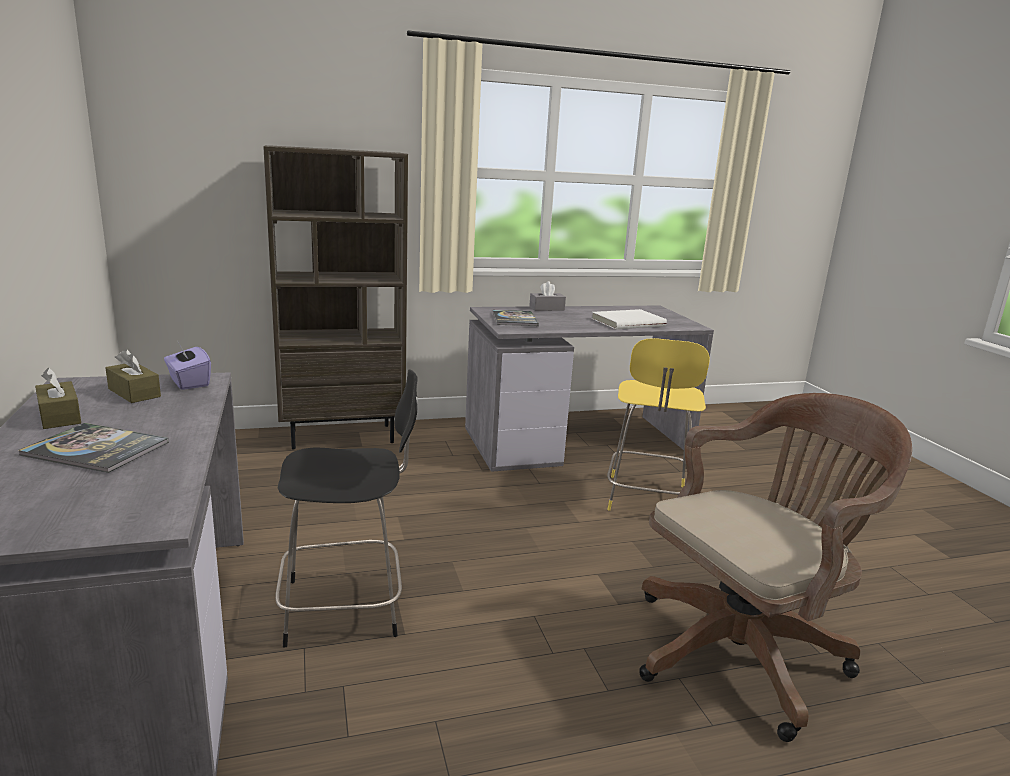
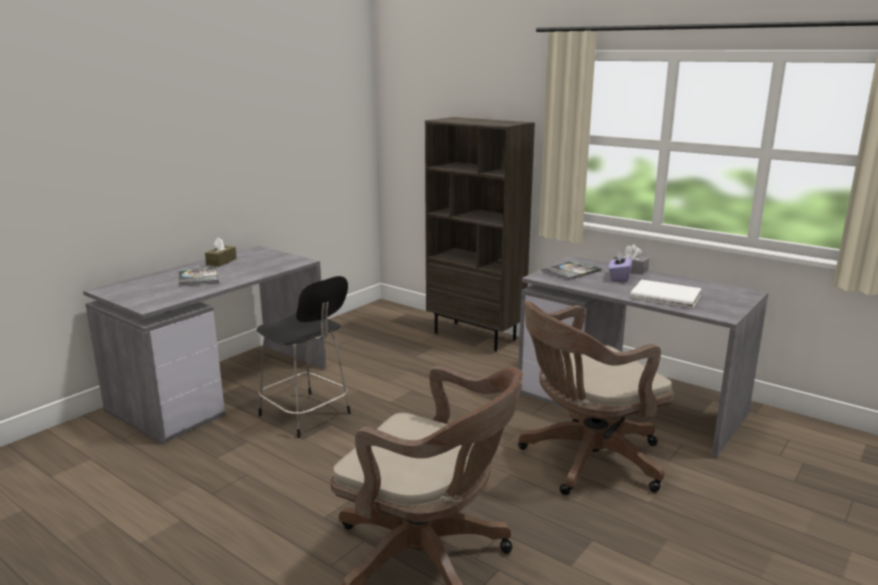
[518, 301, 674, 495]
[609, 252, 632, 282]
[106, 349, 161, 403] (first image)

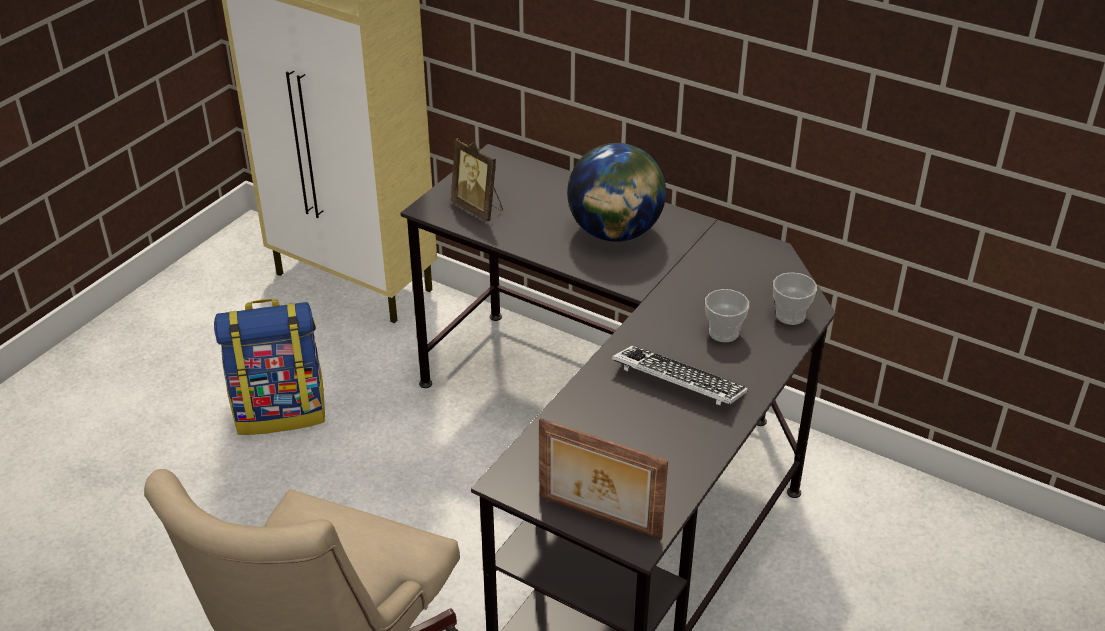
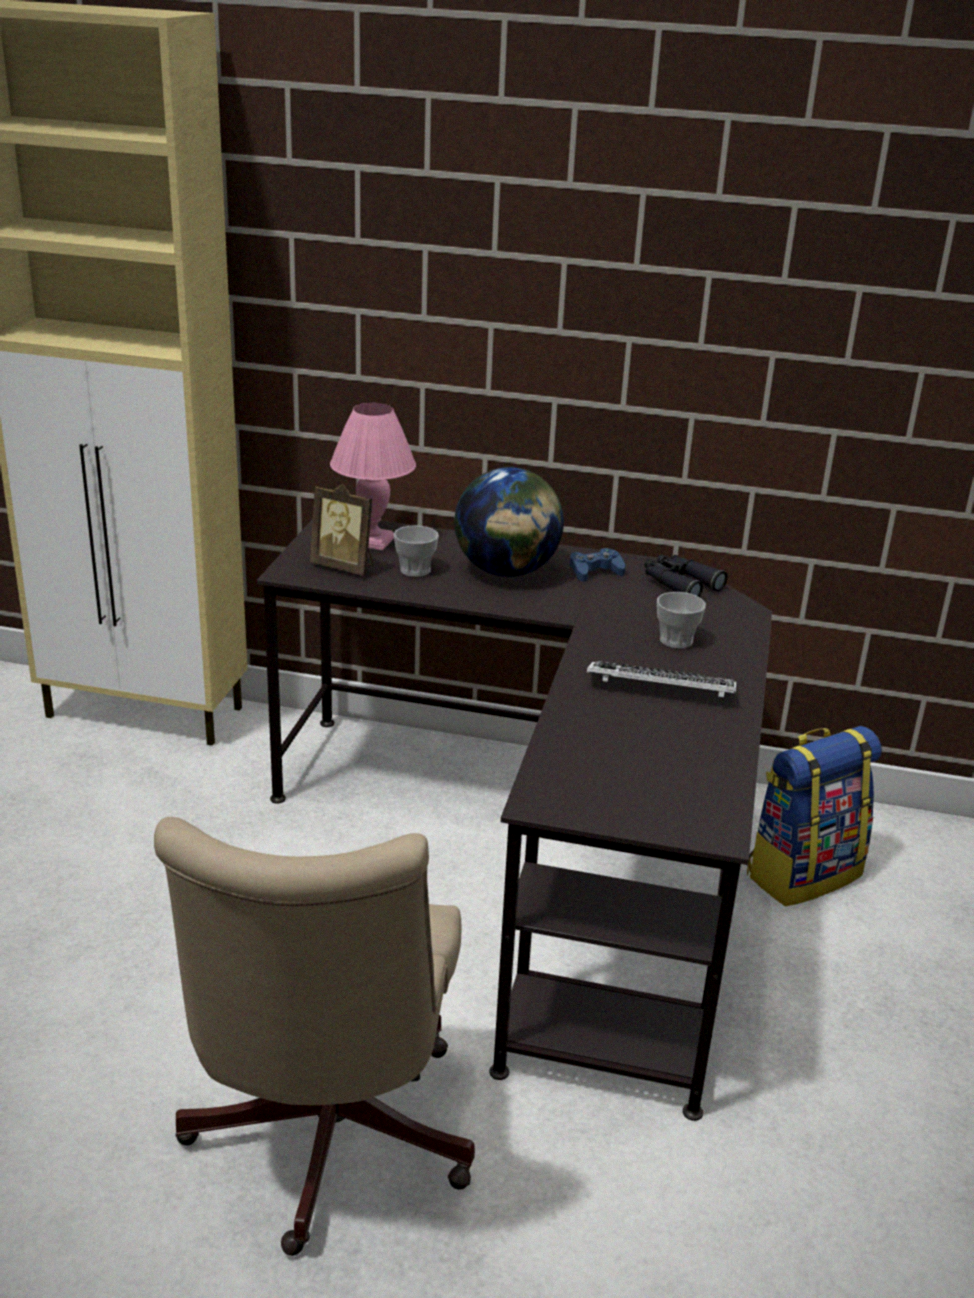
[394, 526, 439, 577]
[747, 726, 882, 906]
[539, 418, 668, 540] (first image)
[330, 403, 416, 550]
[570, 548, 625, 582]
[644, 554, 728, 597]

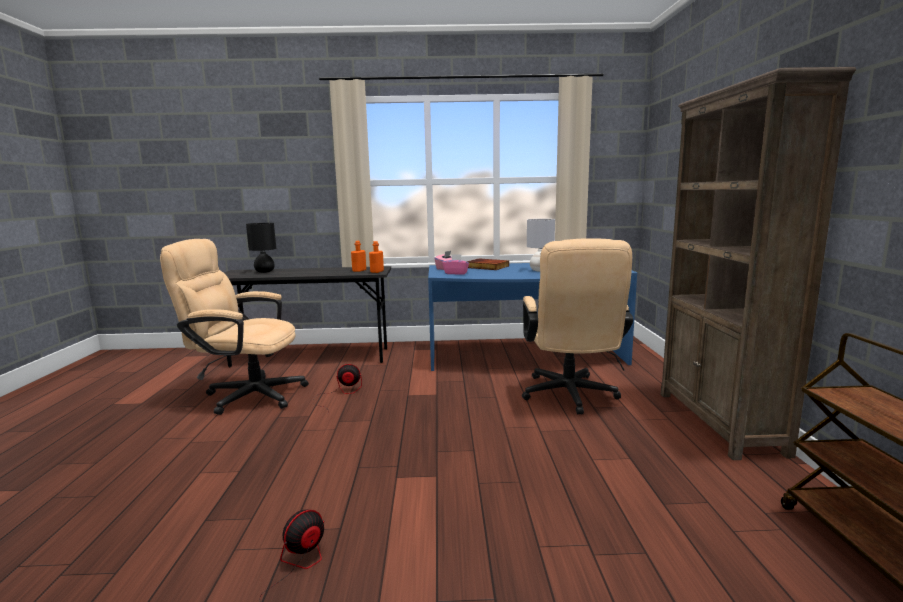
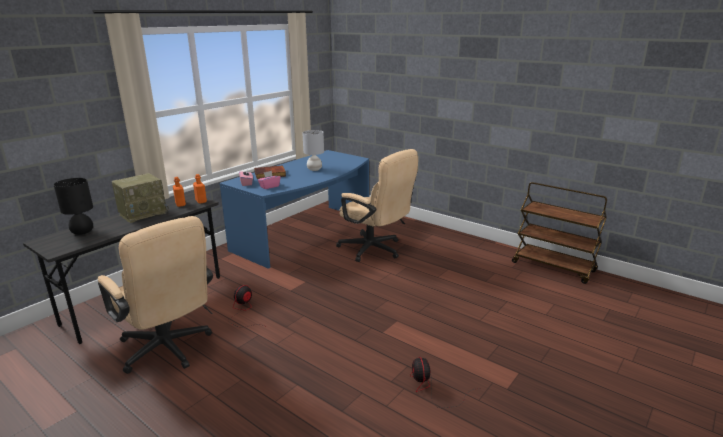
[661, 67, 856, 460] (first image)
[98, 216, 213, 374]
[112, 173, 169, 223]

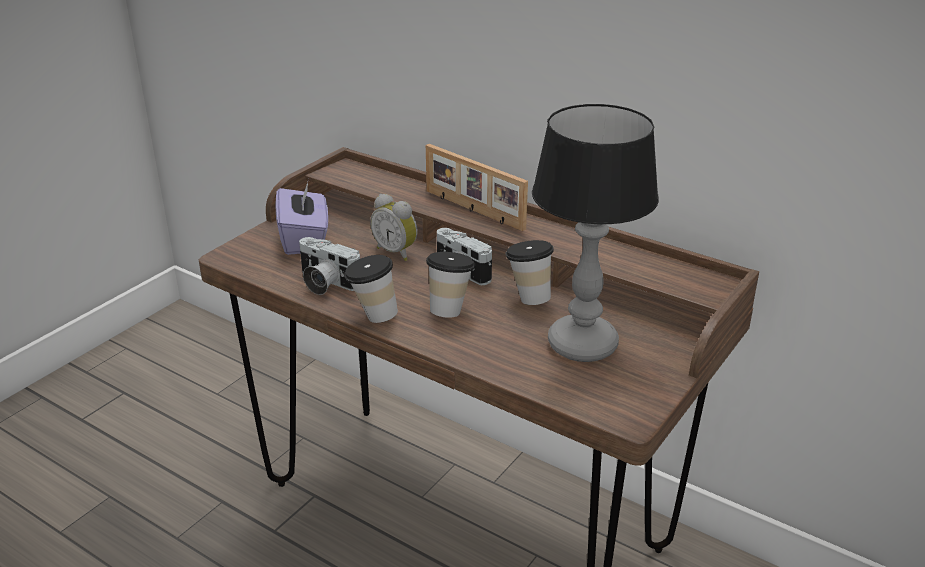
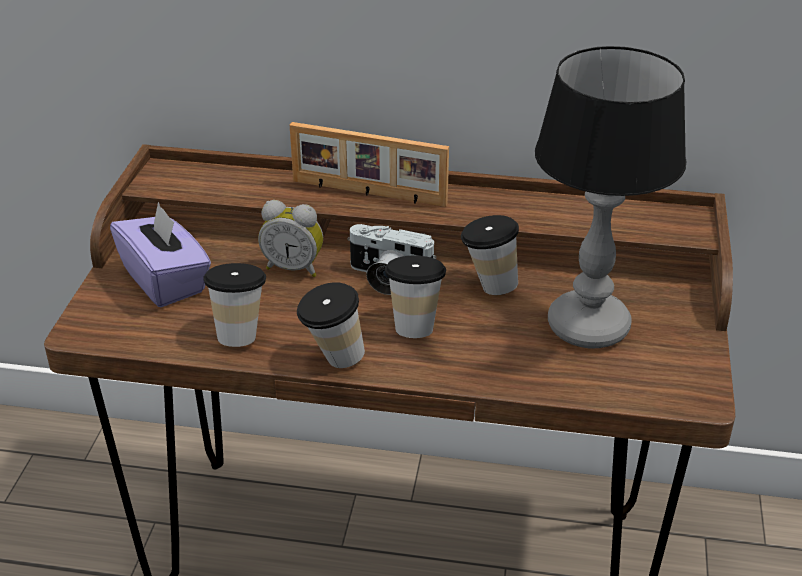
[203, 263, 266, 347]

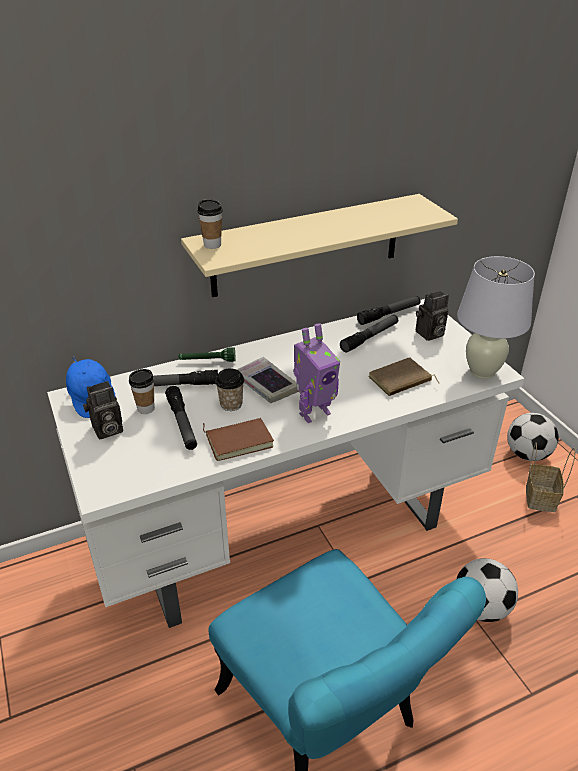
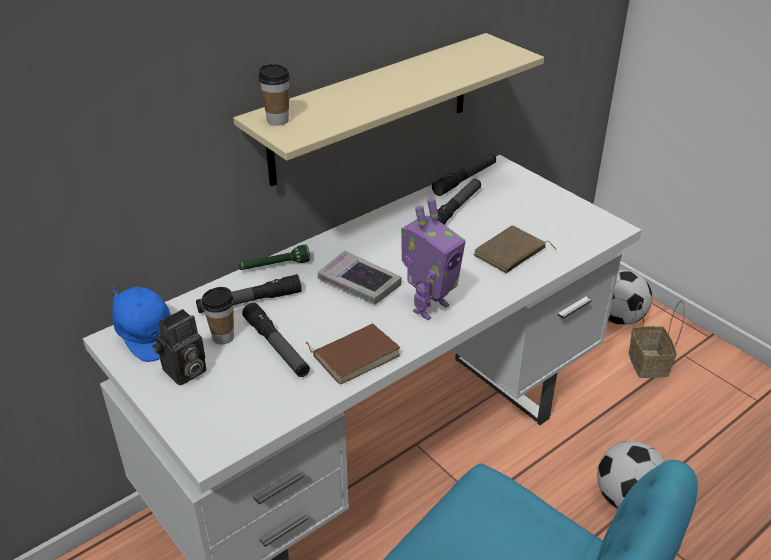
[457, 256, 535, 379] (first image)
[416, 291, 449, 341] (first image)
[215, 368, 244, 411] (first image)

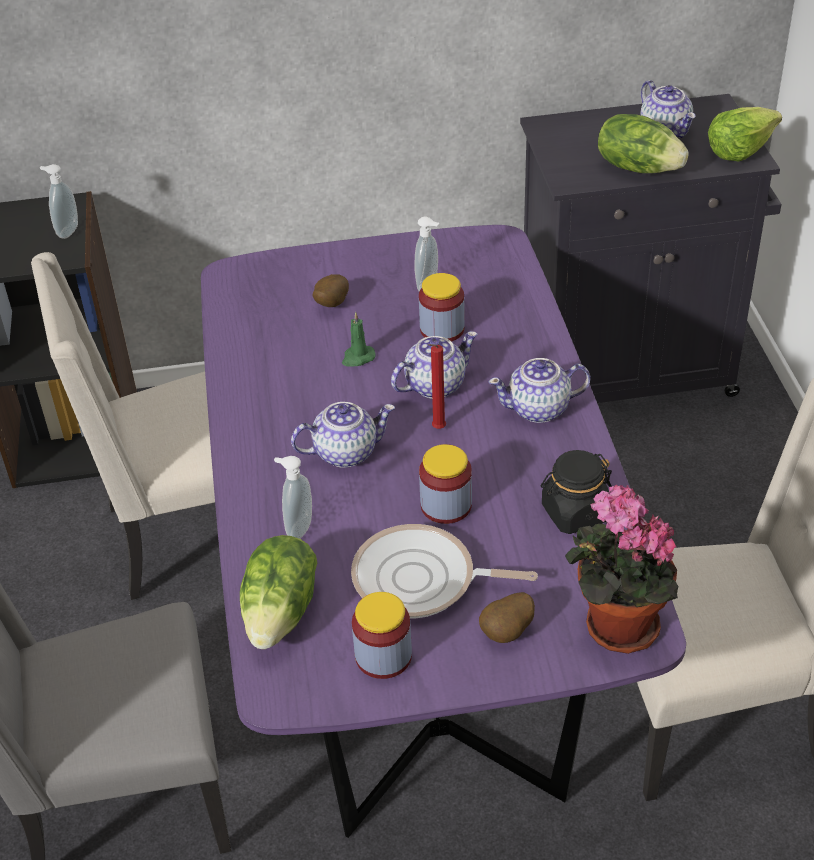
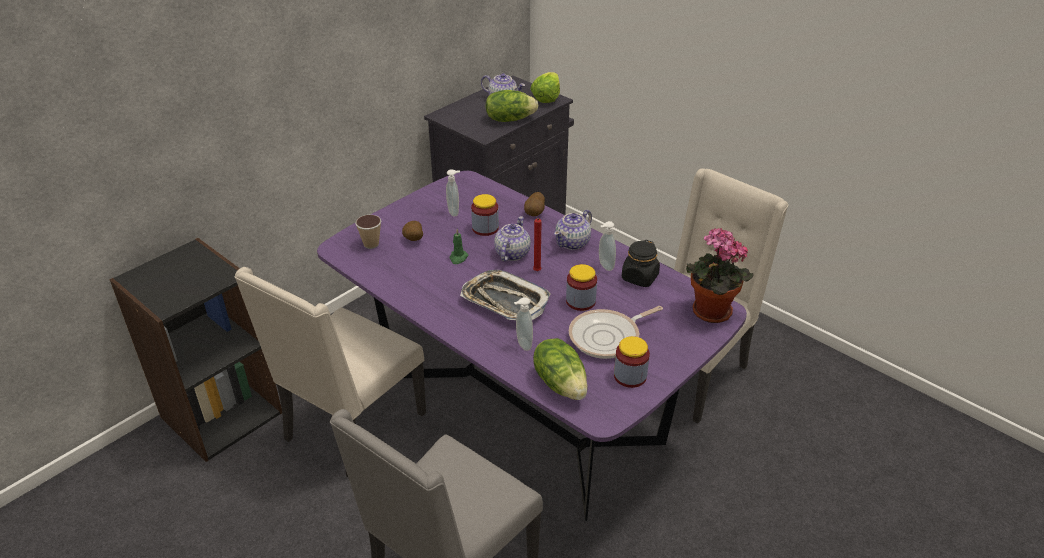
[599, 221, 616, 271]
[460, 270, 551, 320]
[524, 192, 545, 216]
[355, 215, 381, 249]

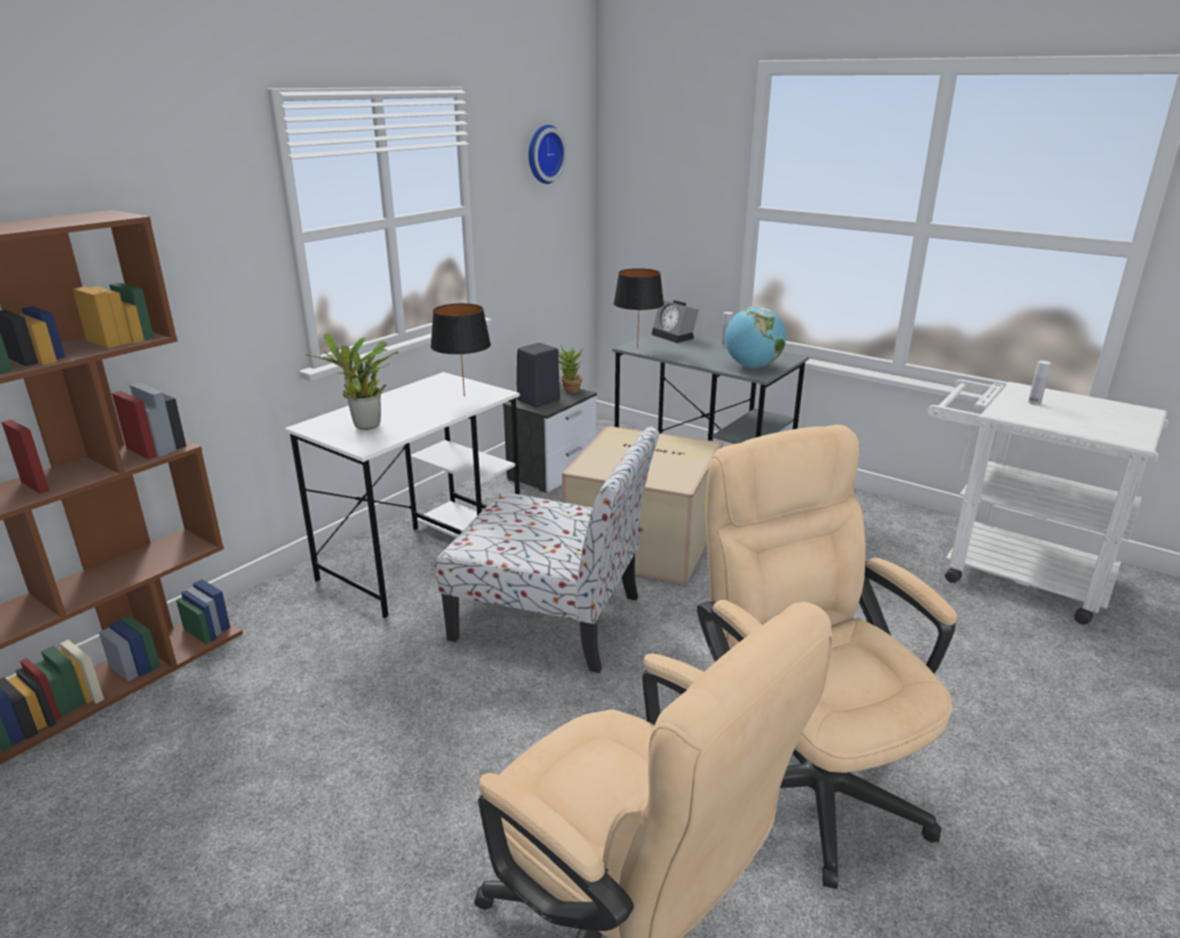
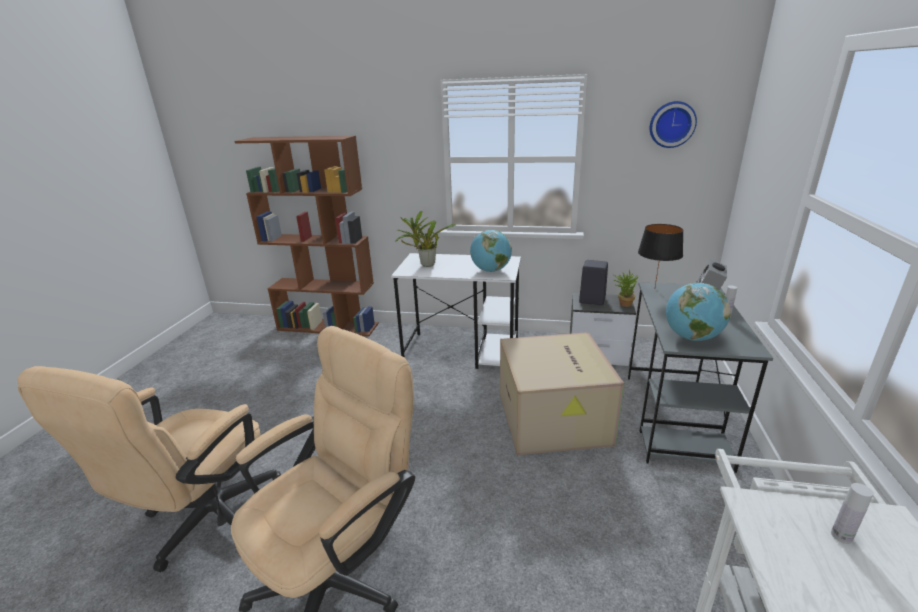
[470, 230, 512, 272]
[435, 426, 659, 673] (first image)

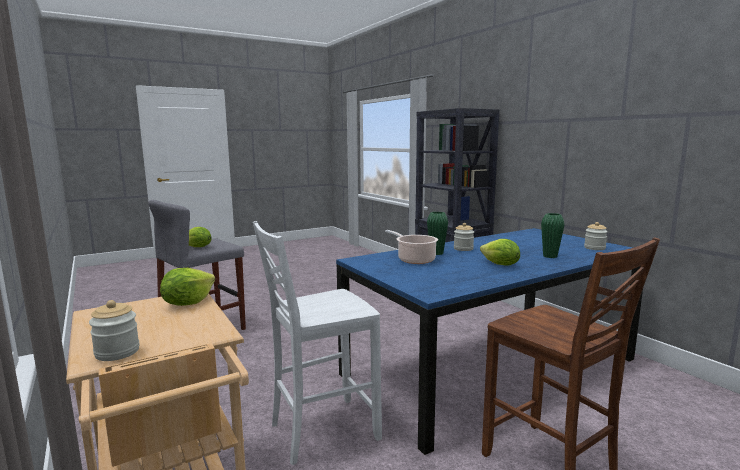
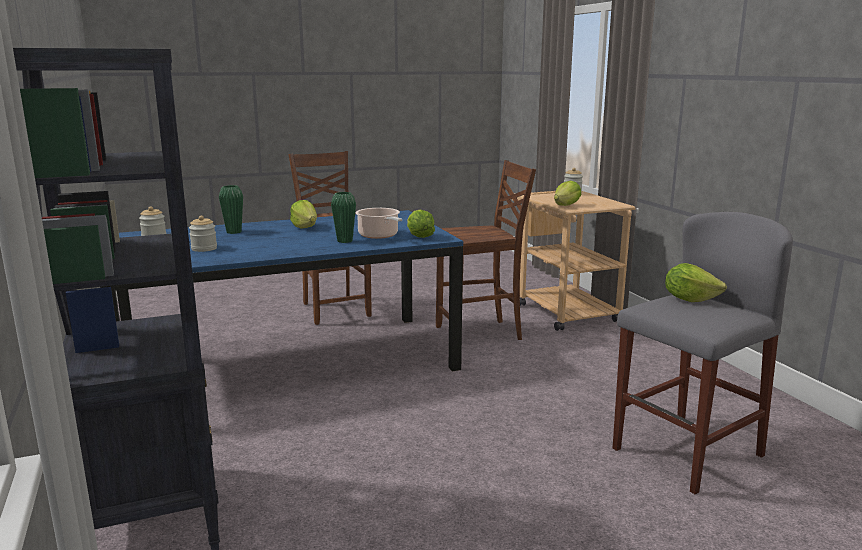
[436, 160, 536, 340]
[189, 216, 217, 252]
[407, 210, 435, 238]

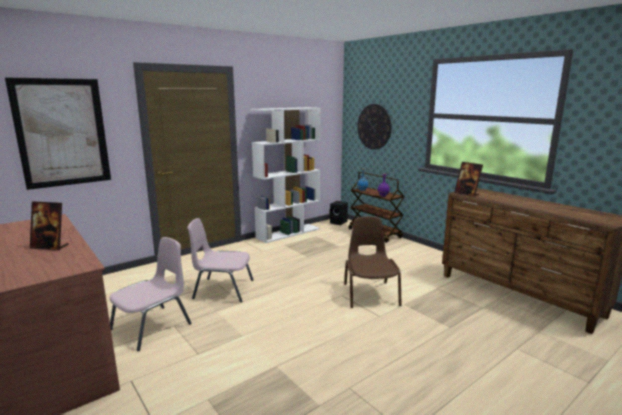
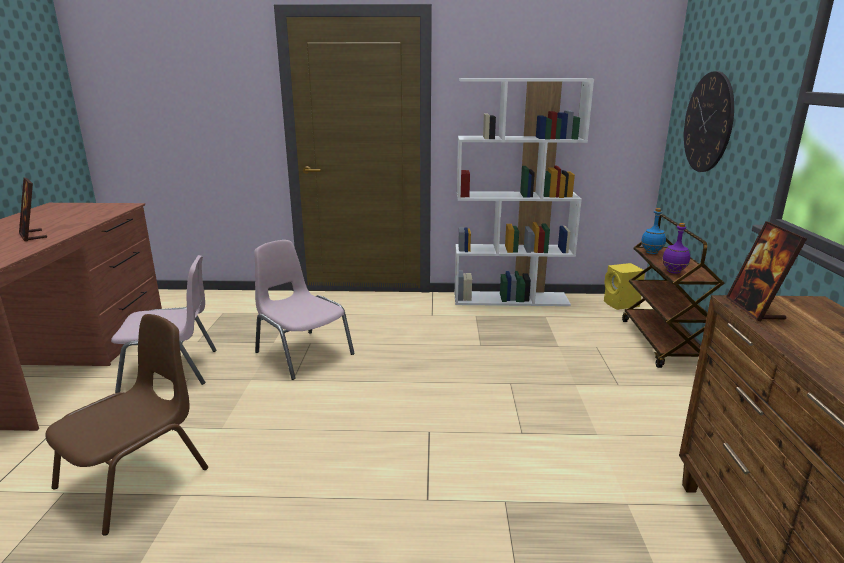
[5, 77, 111, 190] (first image)
[604, 263, 645, 310]
[46, 314, 208, 535]

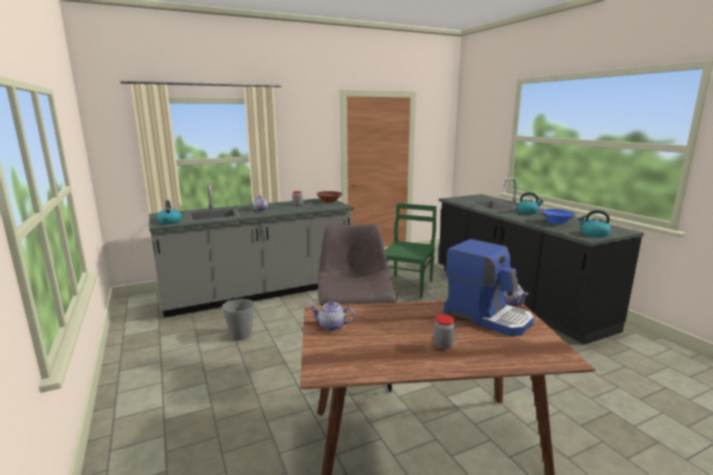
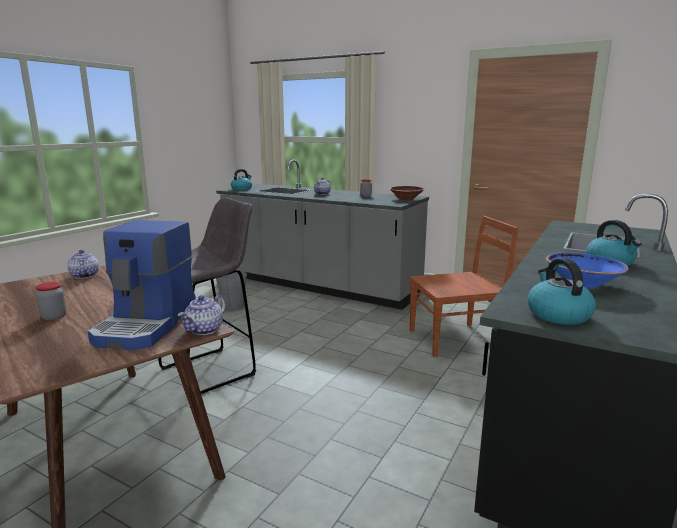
[410, 216, 519, 357]

